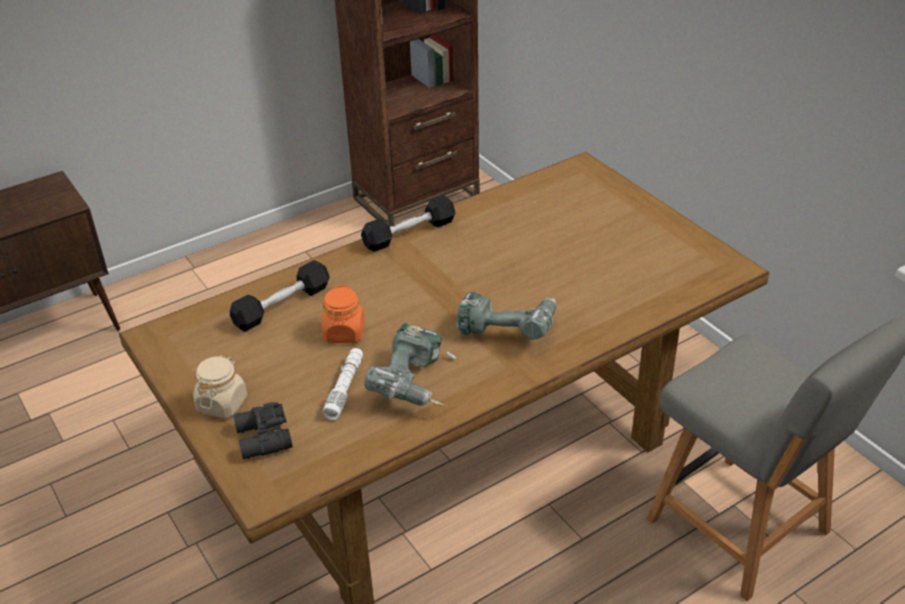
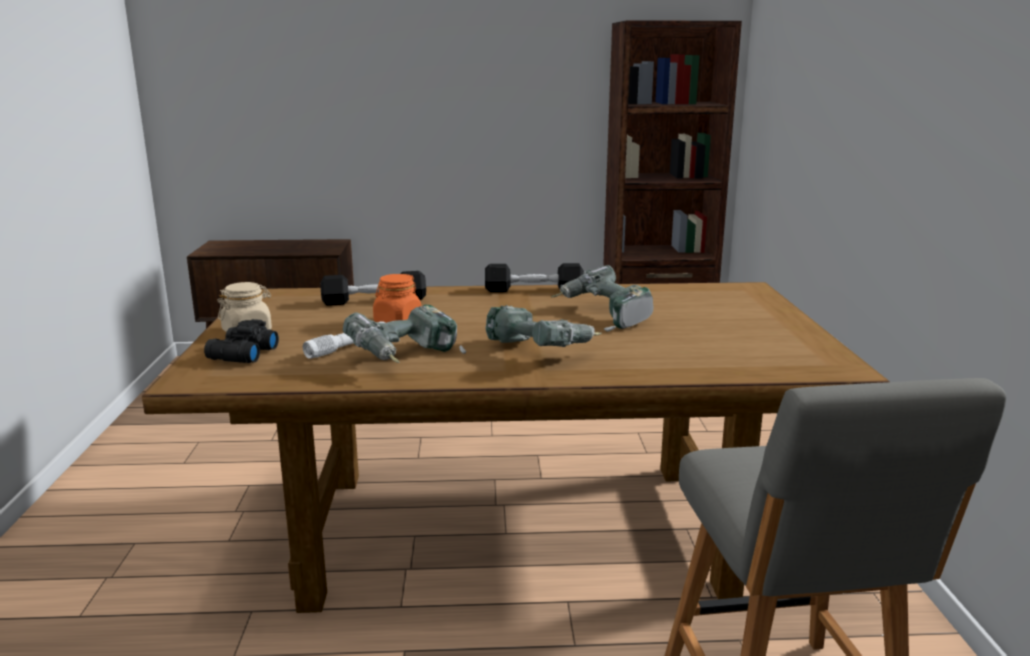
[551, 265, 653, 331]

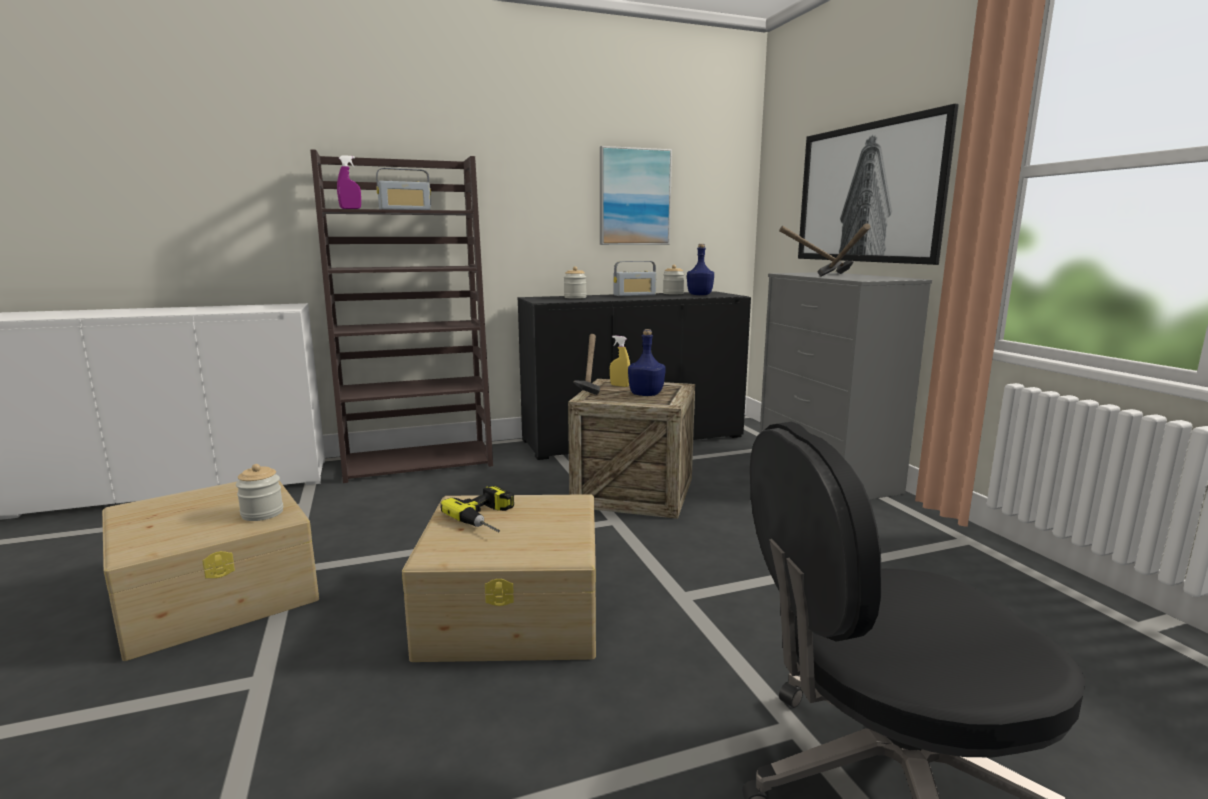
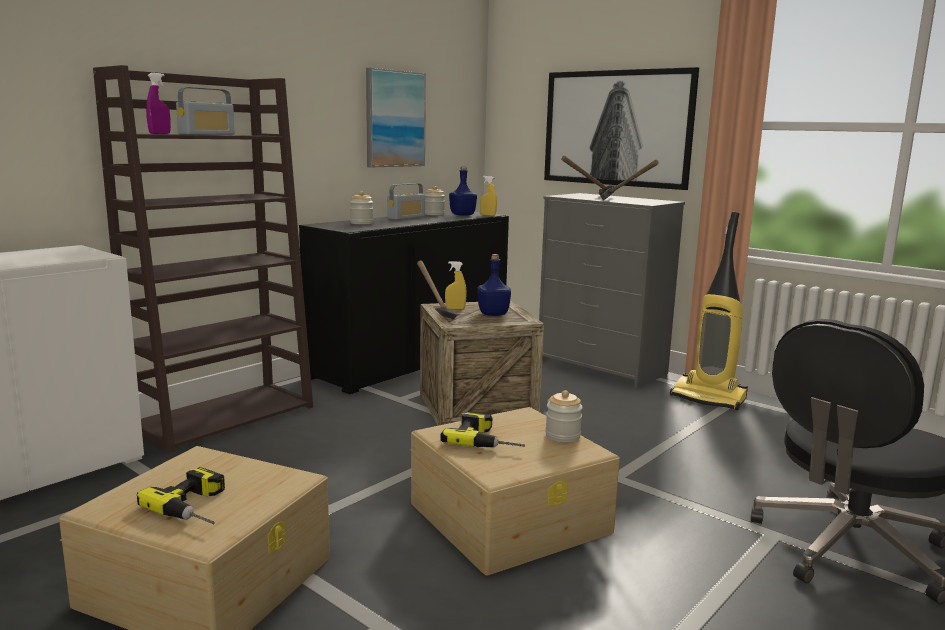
[546, 390, 583, 442]
[480, 176, 497, 216]
[670, 212, 748, 410]
[137, 467, 225, 524]

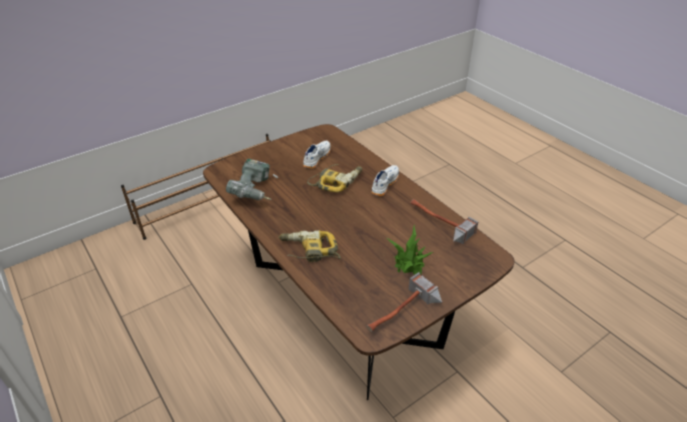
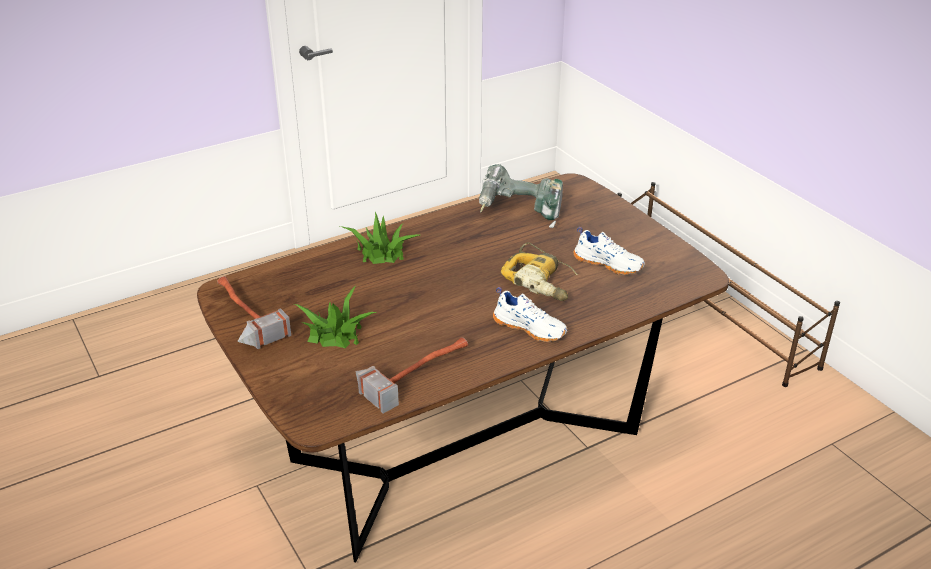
[340, 212, 420, 264]

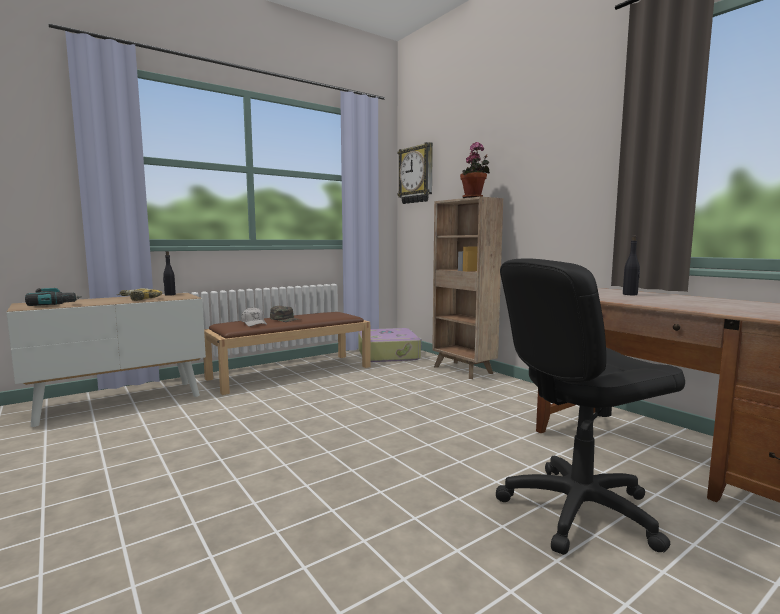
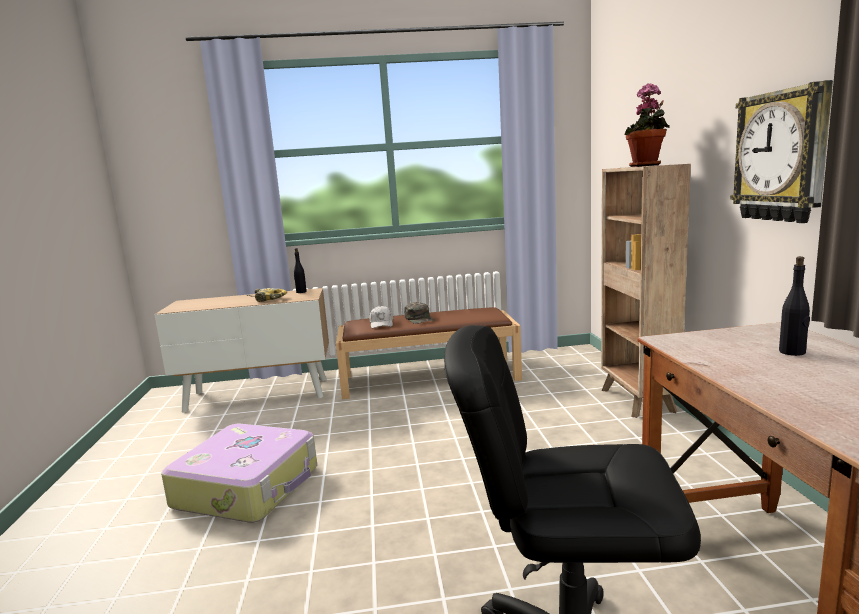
[730, 80, 833, 223]
[25, 288, 82, 306] (first image)
[161, 424, 317, 523]

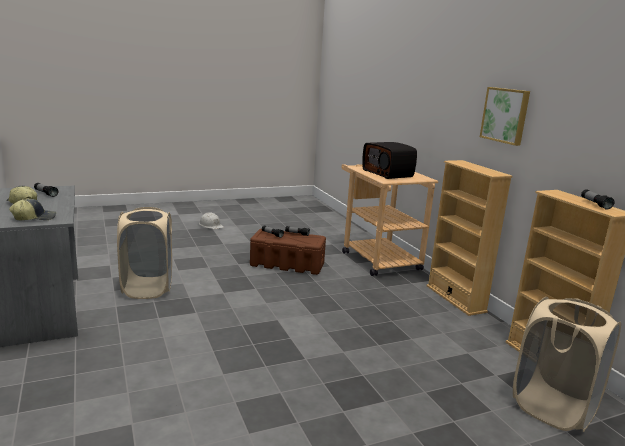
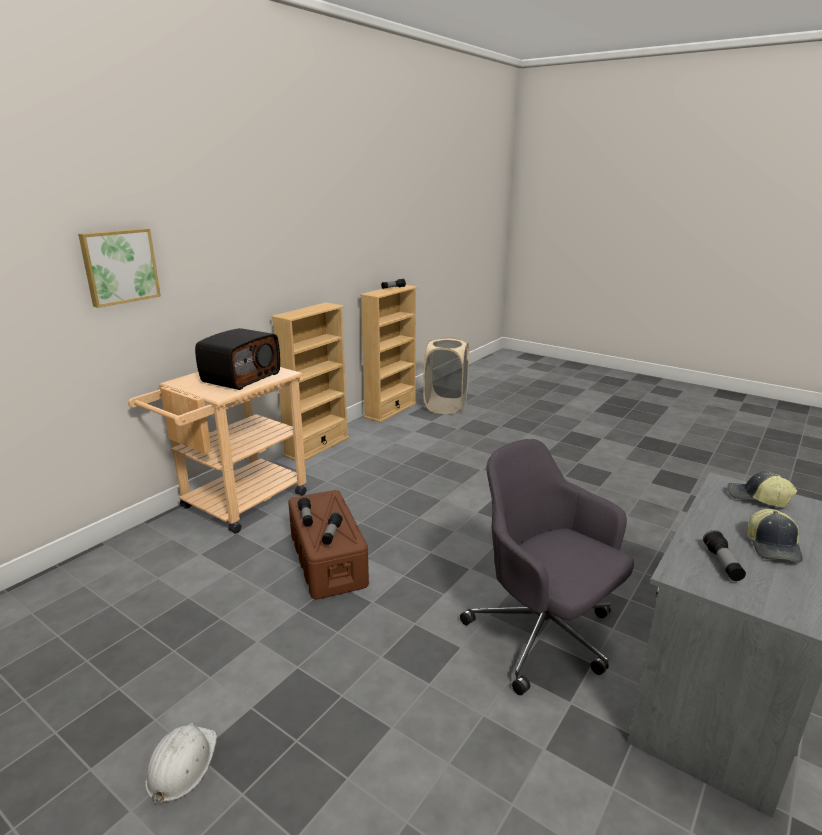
[78, 228, 161, 308]
[460, 439, 634, 695]

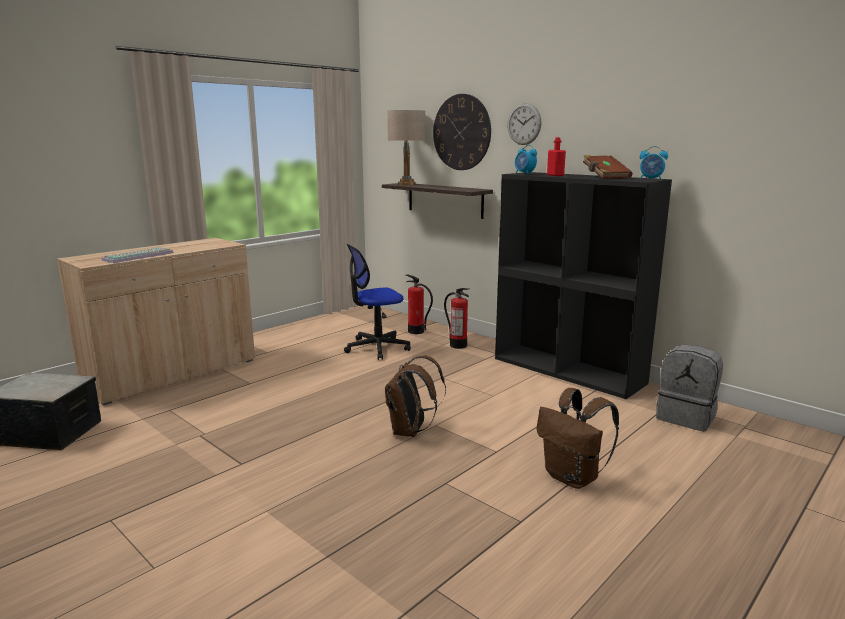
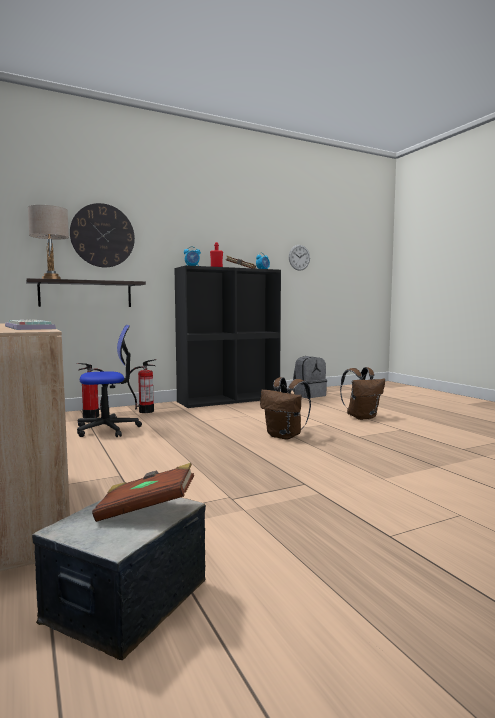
[289, 245, 310, 271]
[77, 325, 142, 437]
[92, 463, 194, 522]

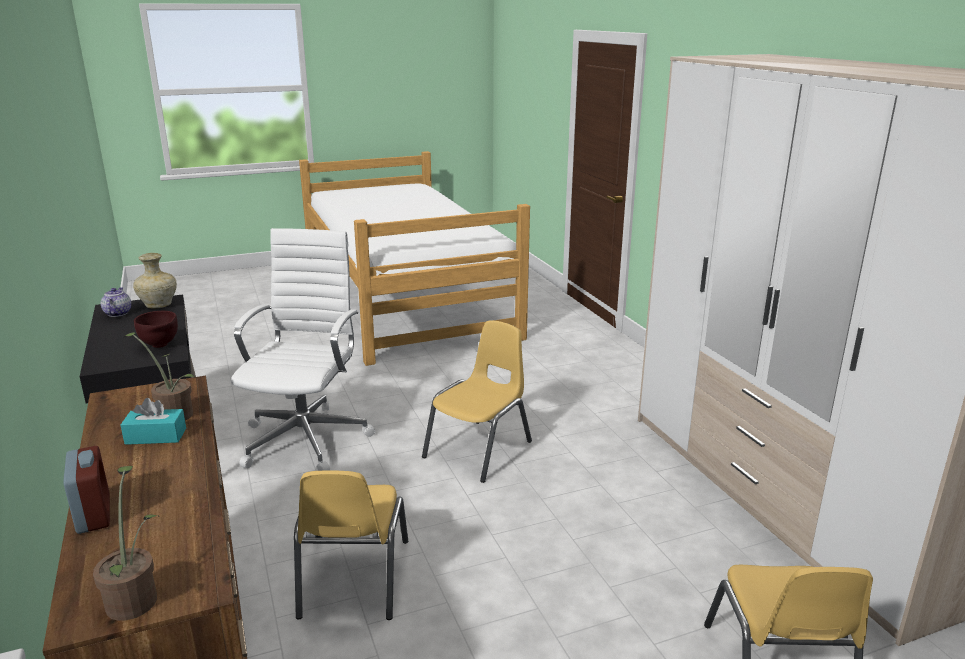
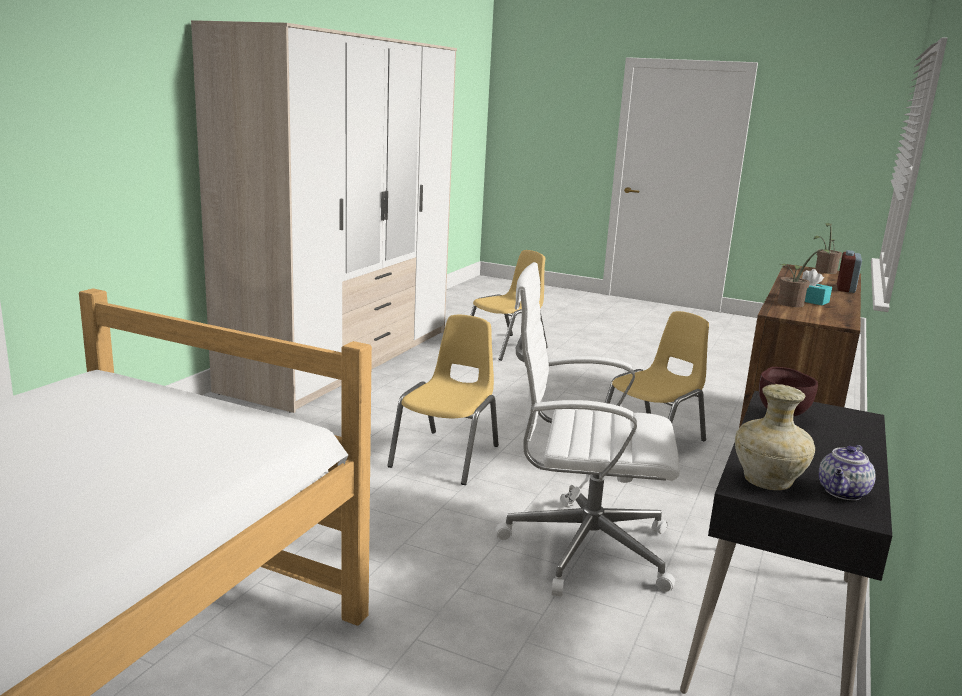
[495, 262, 680, 597]
[387, 315, 499, 485]

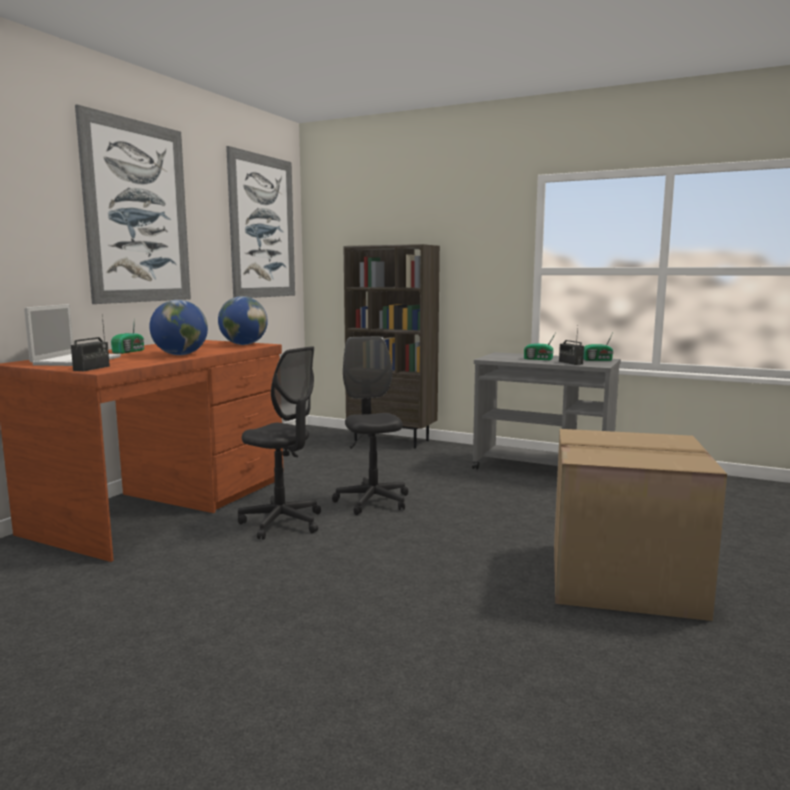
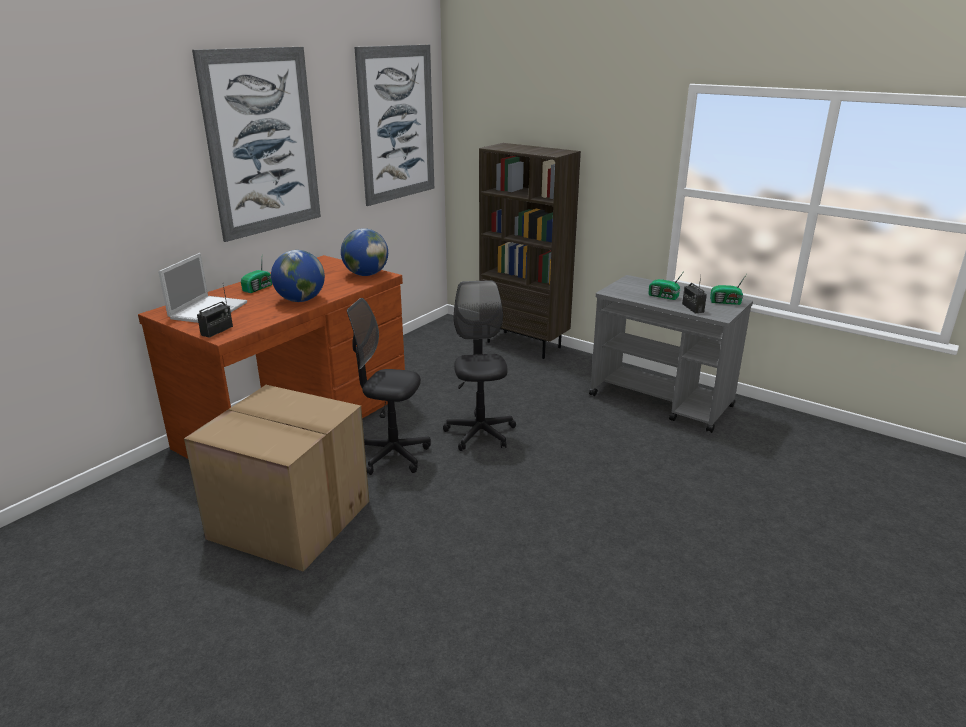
[347, 298, 431, 475]
[184, 385, 369, 572]

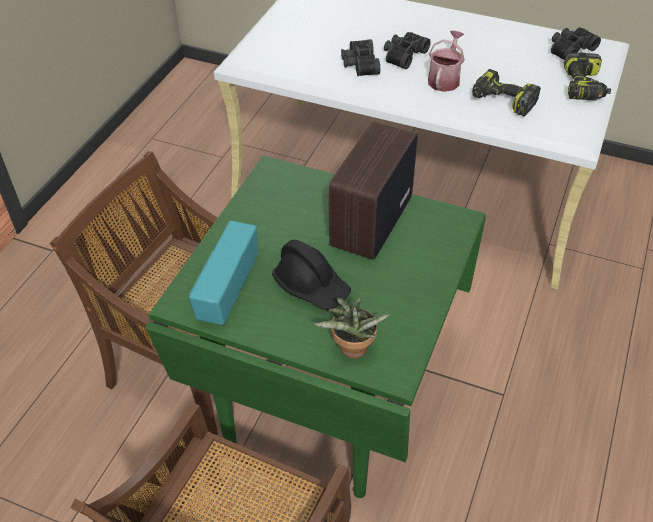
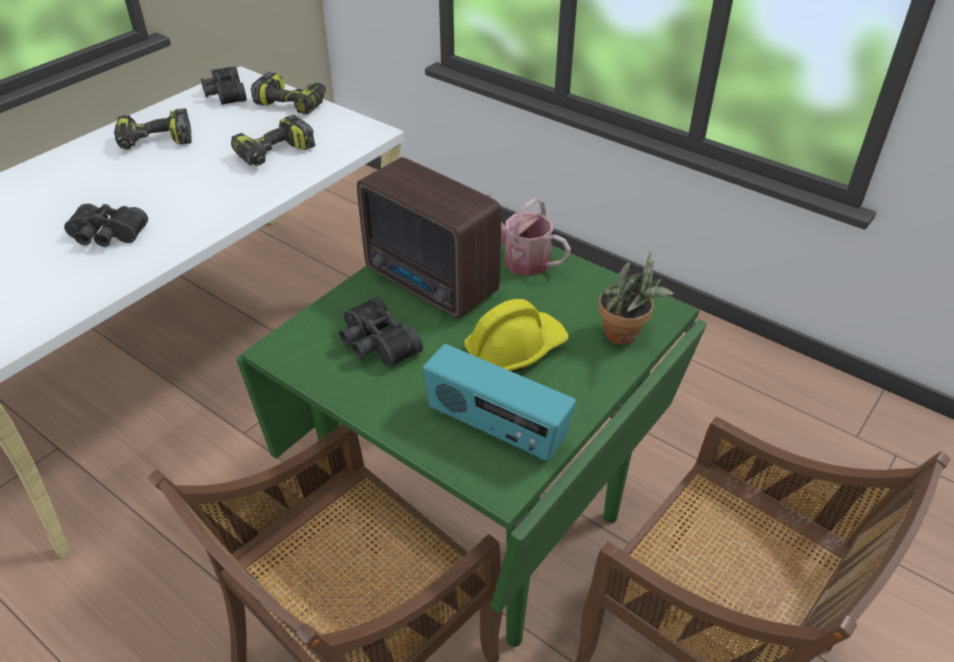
[486, 193, 571, 276]
[339, 297, 423, 368]
[464, 299, 569, 372]
[114, 108, 192, 149]

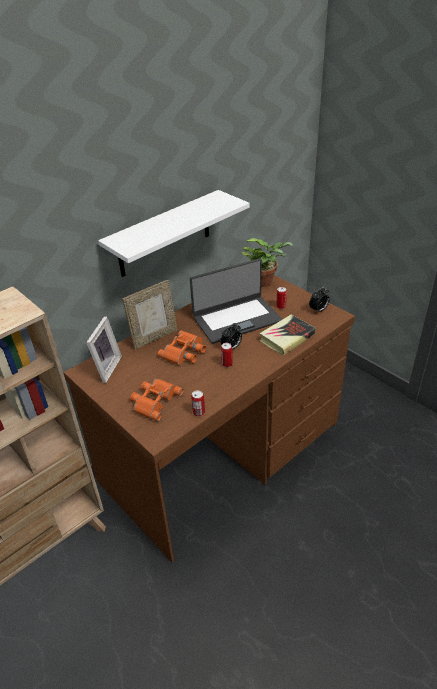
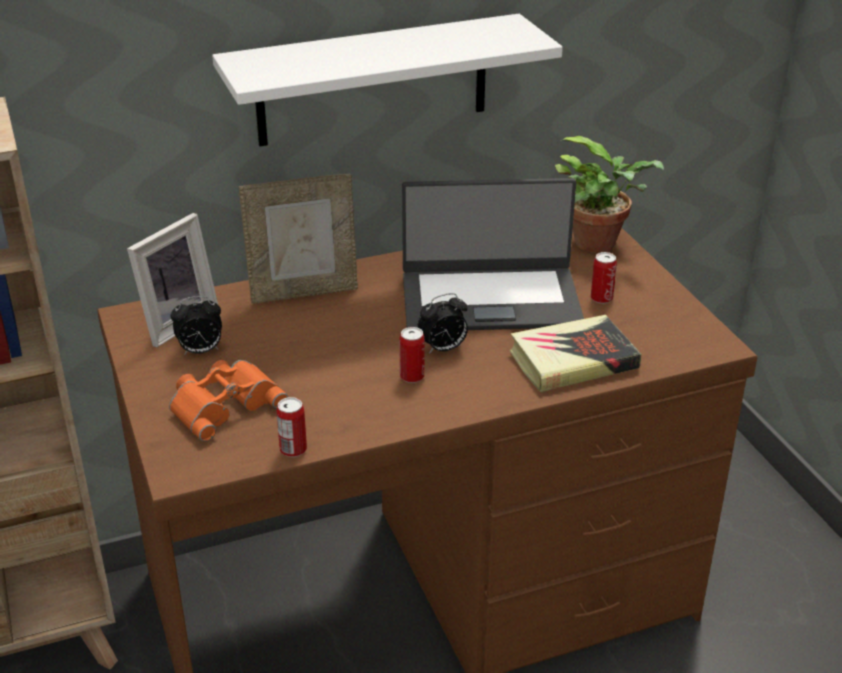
[171, 296, 222, 355]
[158, 331, 206, 365] (first image)

